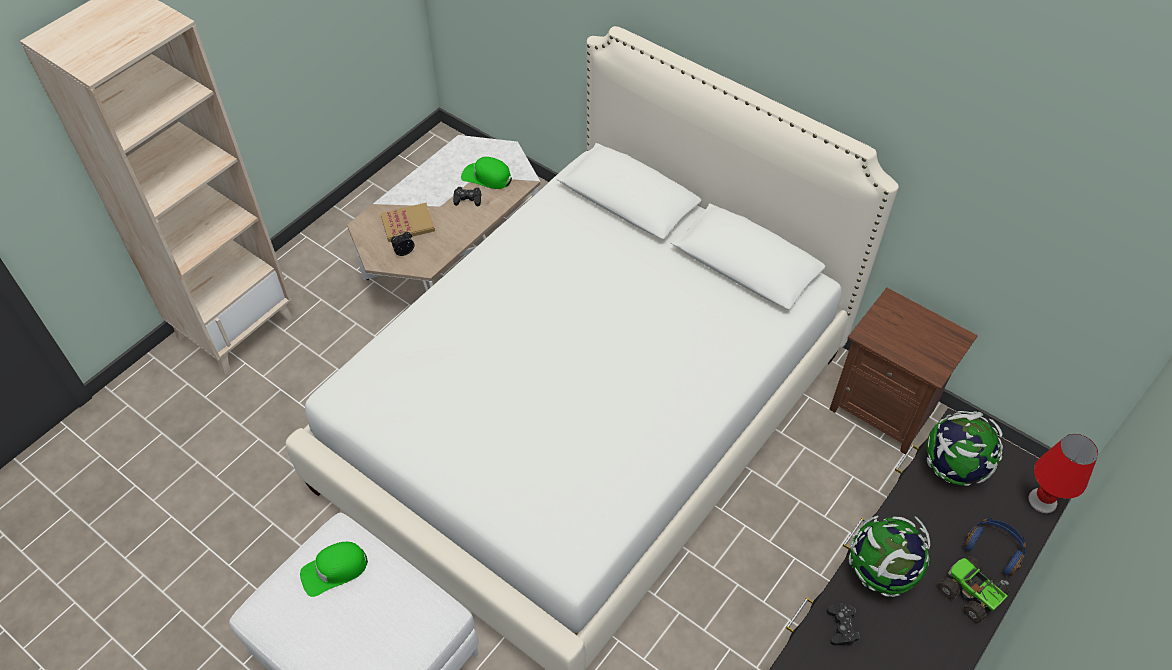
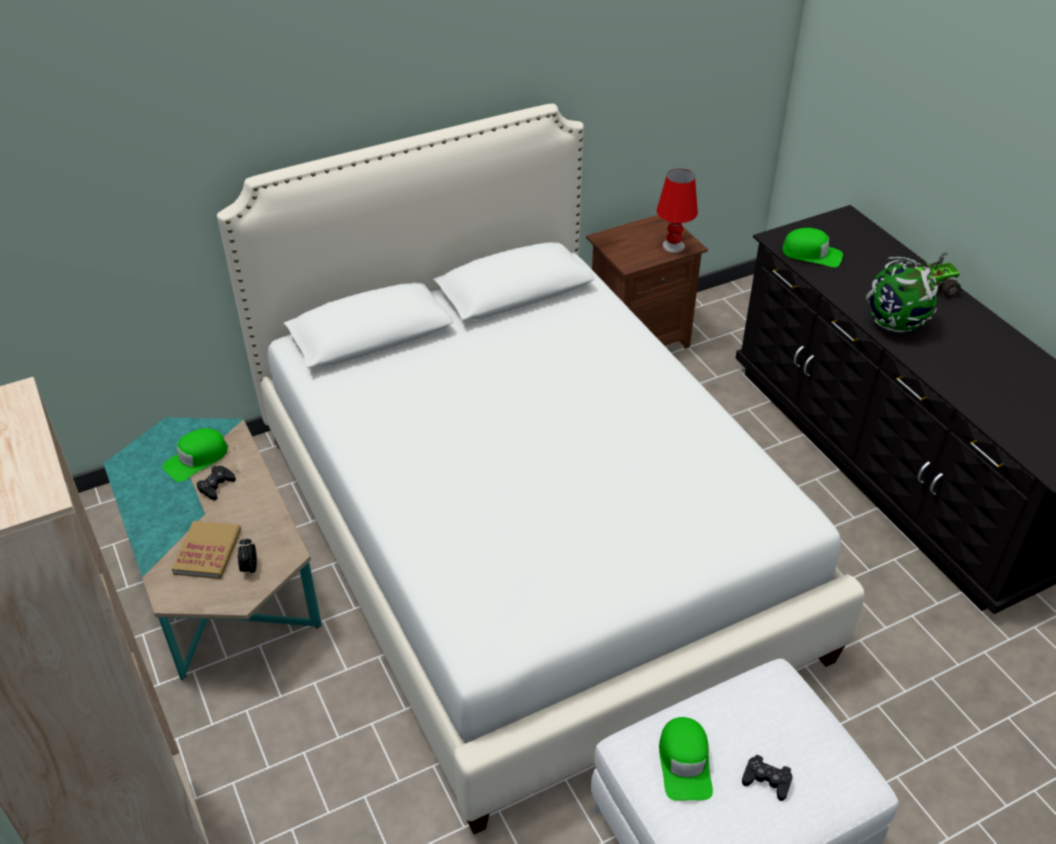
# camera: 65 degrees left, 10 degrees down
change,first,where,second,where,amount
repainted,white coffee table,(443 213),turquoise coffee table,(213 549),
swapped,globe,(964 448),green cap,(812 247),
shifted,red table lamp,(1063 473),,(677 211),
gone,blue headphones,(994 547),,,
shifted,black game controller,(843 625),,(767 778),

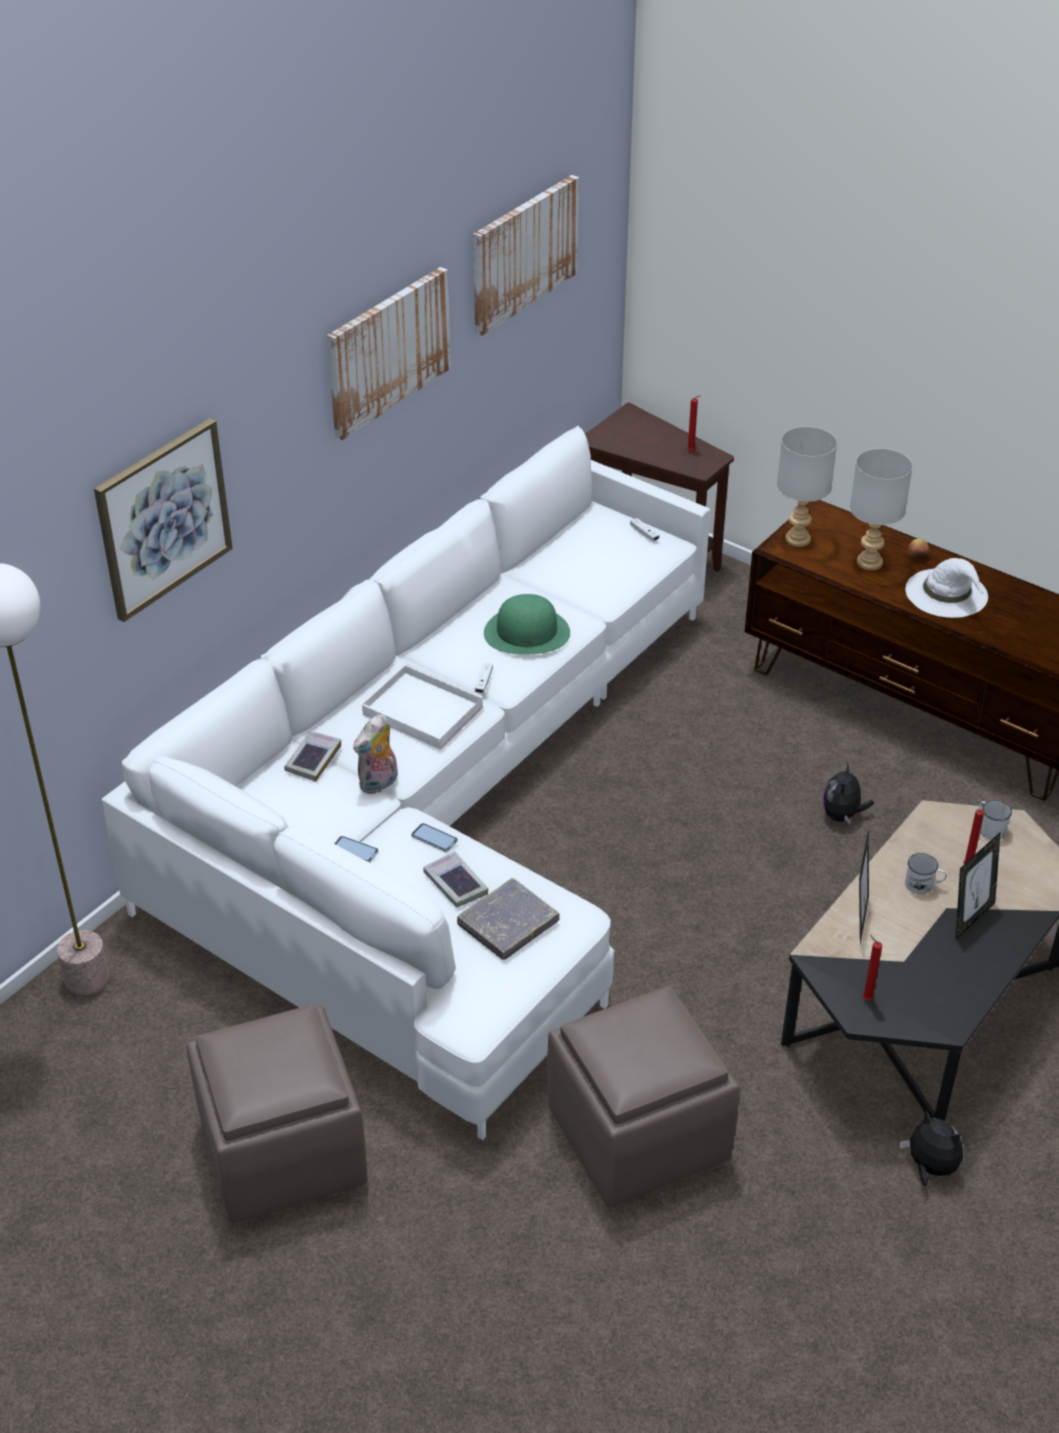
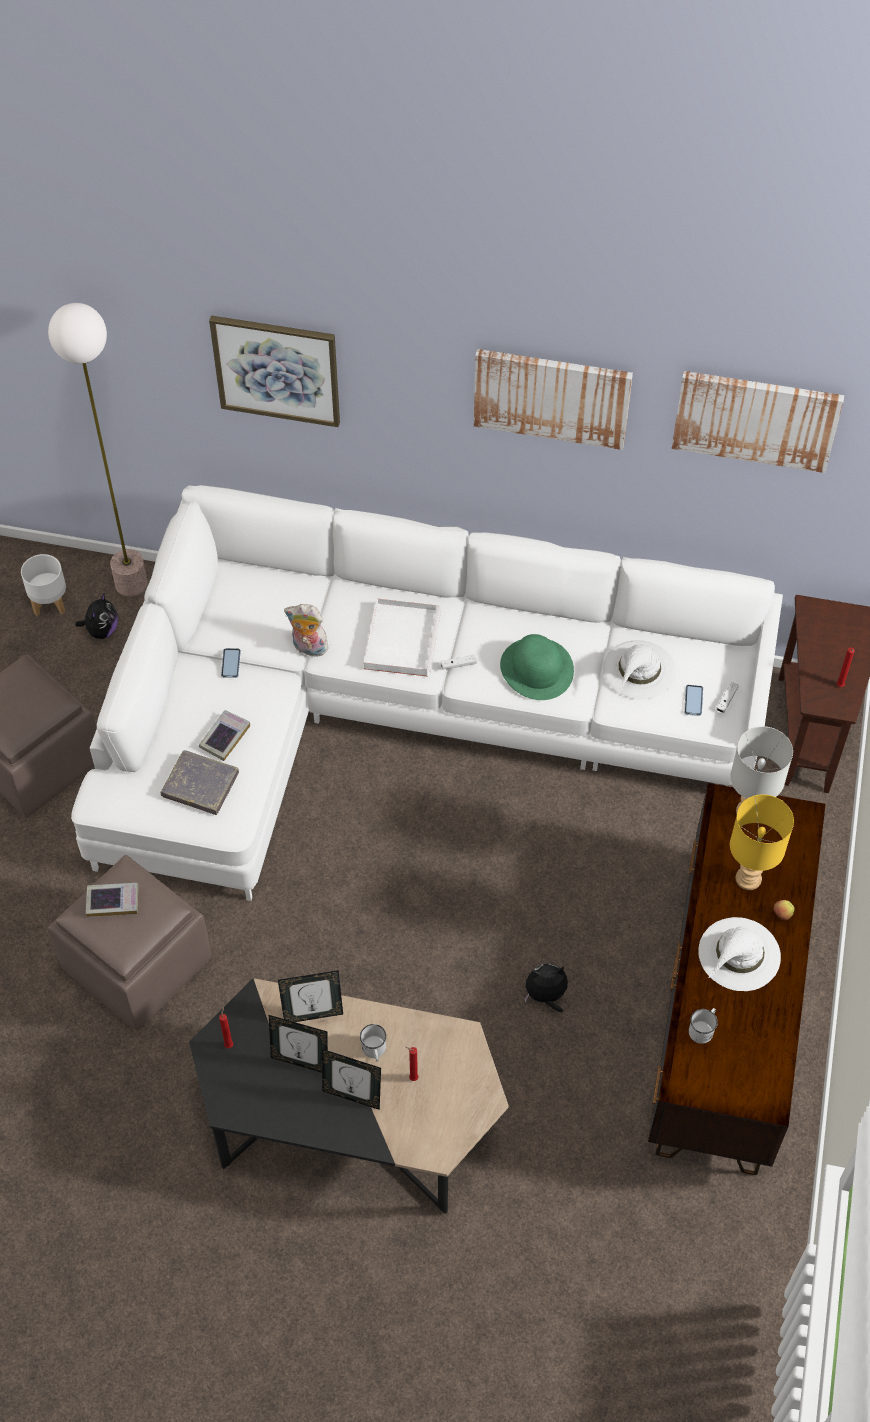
# camera: 65 degrees right, 15 degrees up
change,first,where,second,where,amount
repainted,grey table lamp,(881 509),yellow table lamp,(762 842),
shifted,book,(312 756),,(112 900),
shifted,white mug,(995 820),,(703 1026),
shifted,phone,(434 837),,(693 700),
shifted,plush toy,(931 1148),,(96 616),
new,,,white planter,(43 585),
new,,,white hat,(639 670),
new,,,picture frame,(298 1043),

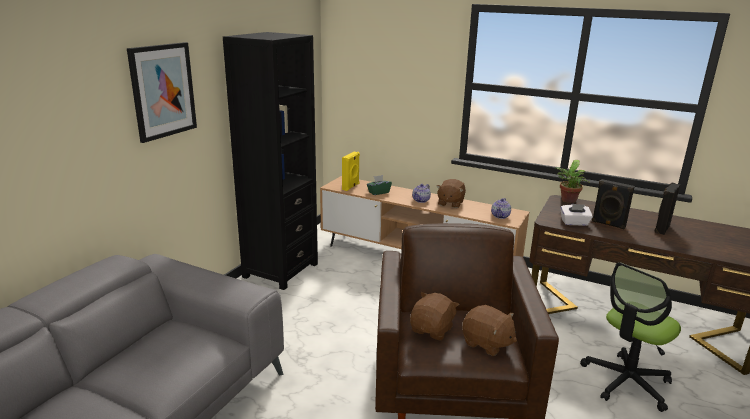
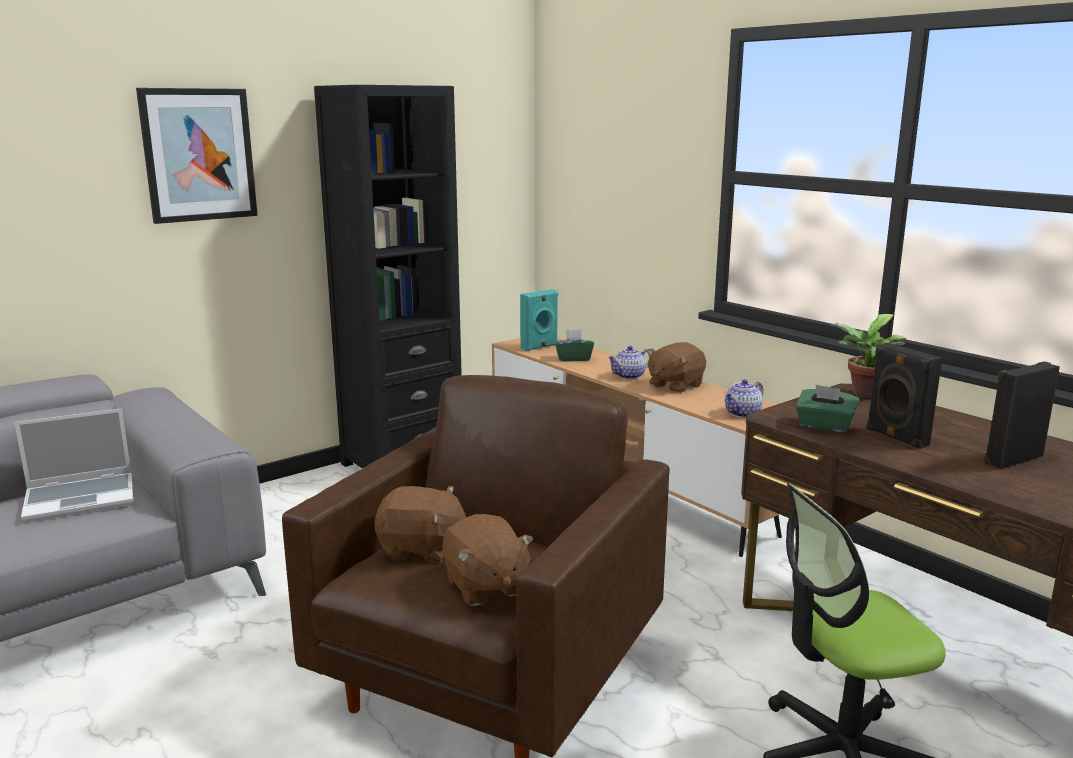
# camera: 25 degrees right, 5 degrees down
change,first,where,second,where,amount
repainted,yellow speaker,(351 171),turquoise speaker,(539 320),
repainted,white tissue box,(577 215),green tissue box,(827 409),
rotated,brown plush toy,(434 316),,(420 524),45 degrees clockwise
new,,,laptop,(73 465),

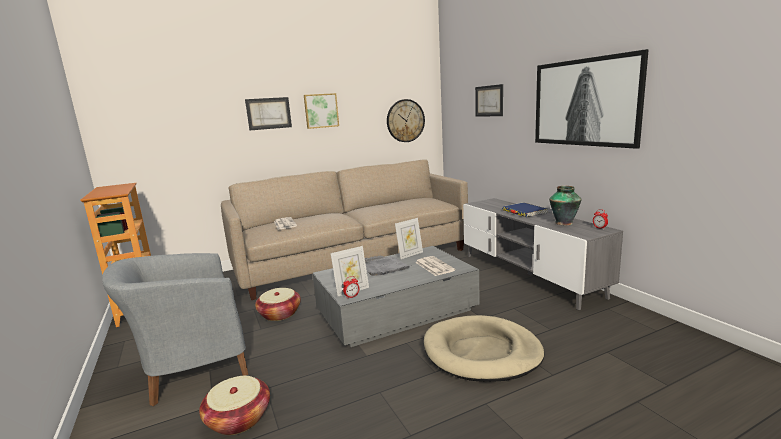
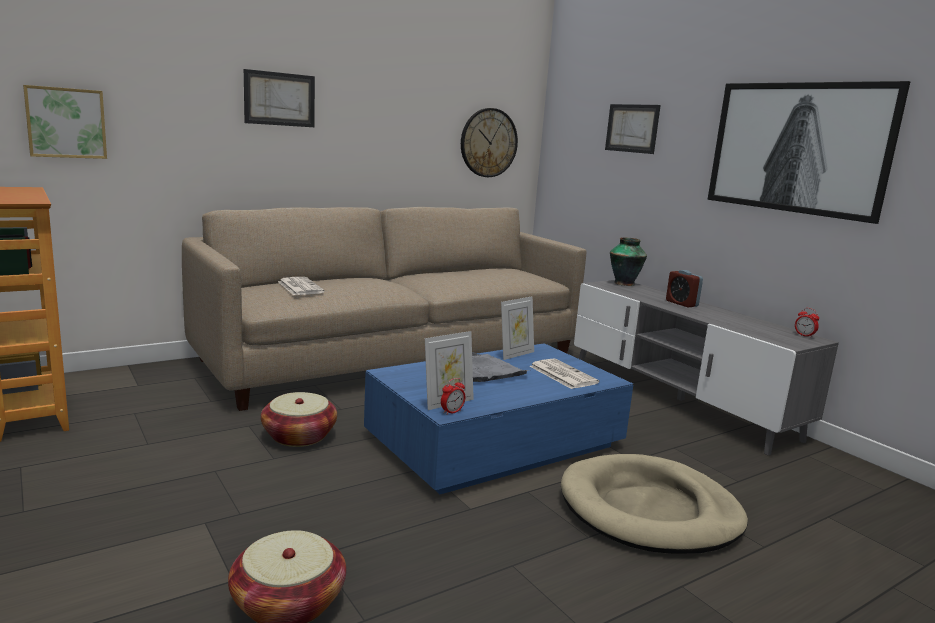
# camera: 10 degrees left, 0 degrees up
change,first,where,second,where,amount
shifted,picture,(321 111),,(65 122),
shifted,vase,(565 205),,(628 261),
swapped,blue book,(524 209),alarm clock,(684 288),
repainted,grey coffee table,(396 296),blue coffee table,(498 418),
gone,grey armchair,(175 329),,,

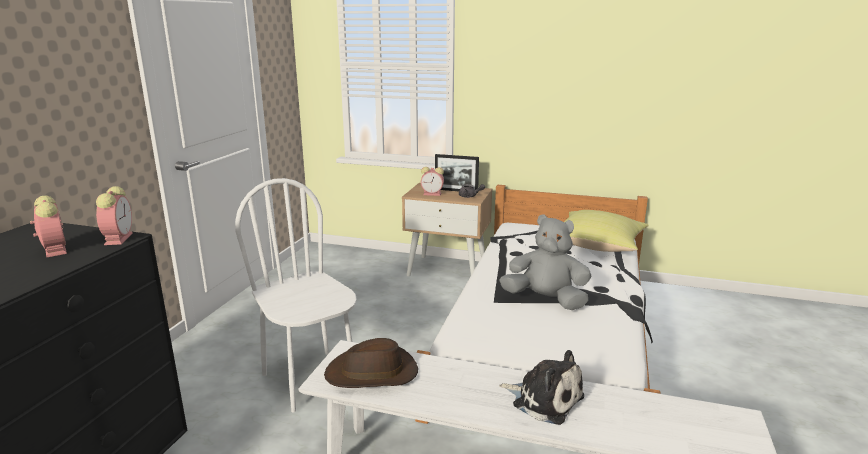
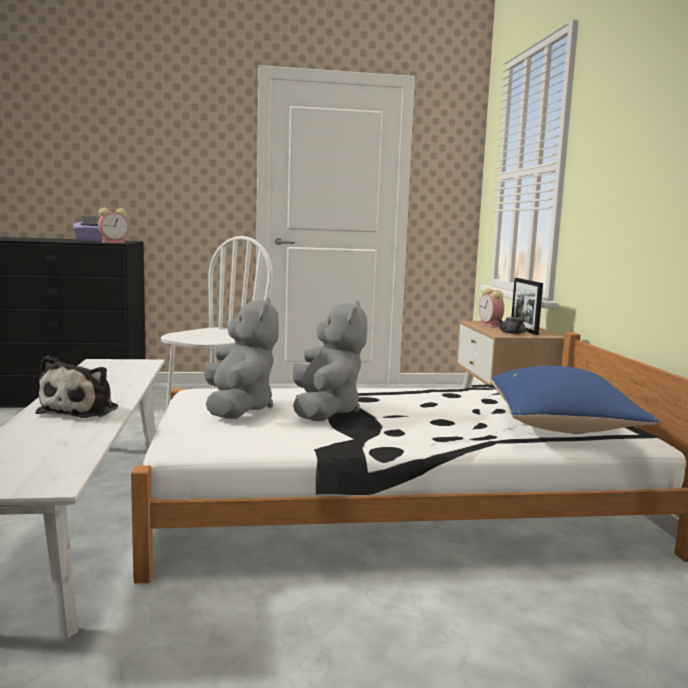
# camera: 65 degrees right, 10 degrees down
change,first,where,second,where,amount
swapped,alarm clock,(48 226),purple tissue box,(88 229),
repainted,yellow pillow,(606 231),blue pillow,(575 399),
gone,brown hat,(371 363),,,
new,,,grey plush toy,(241 358),

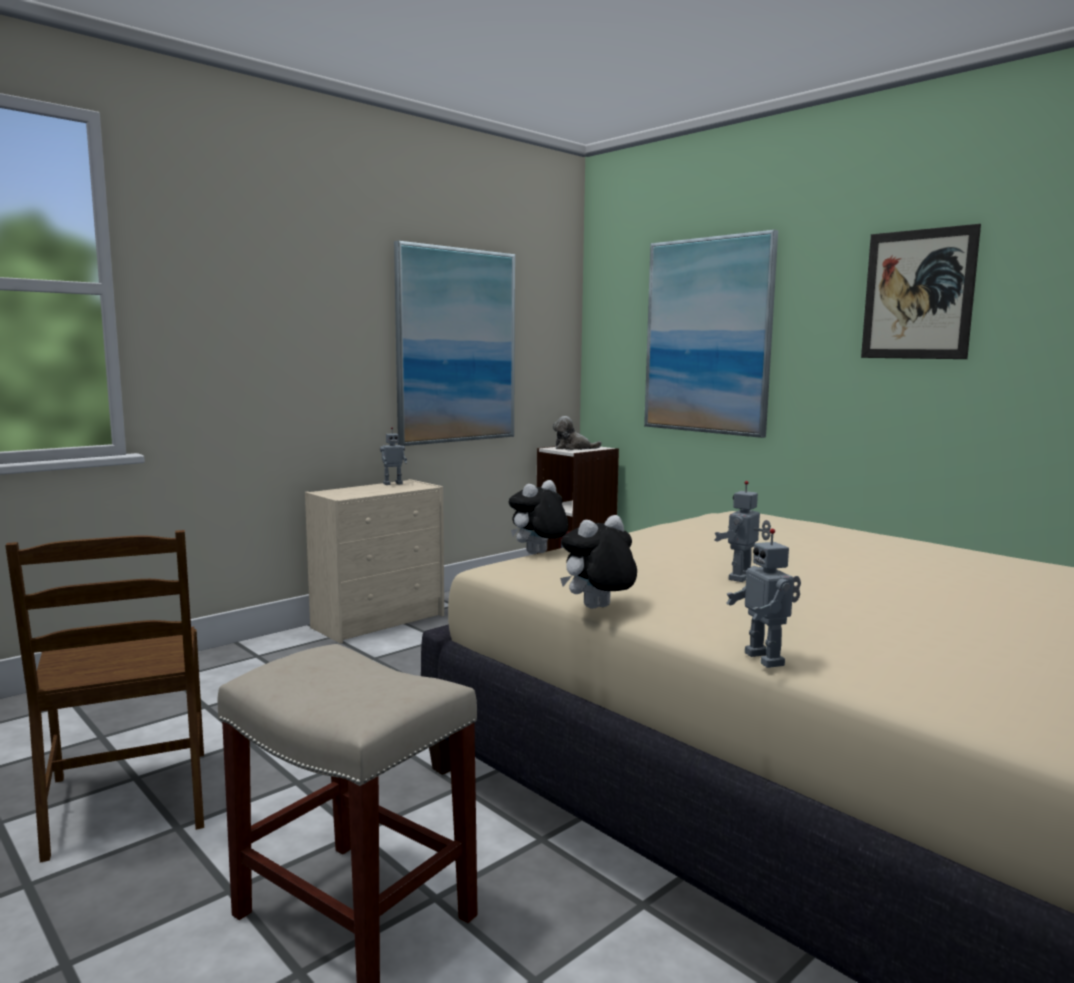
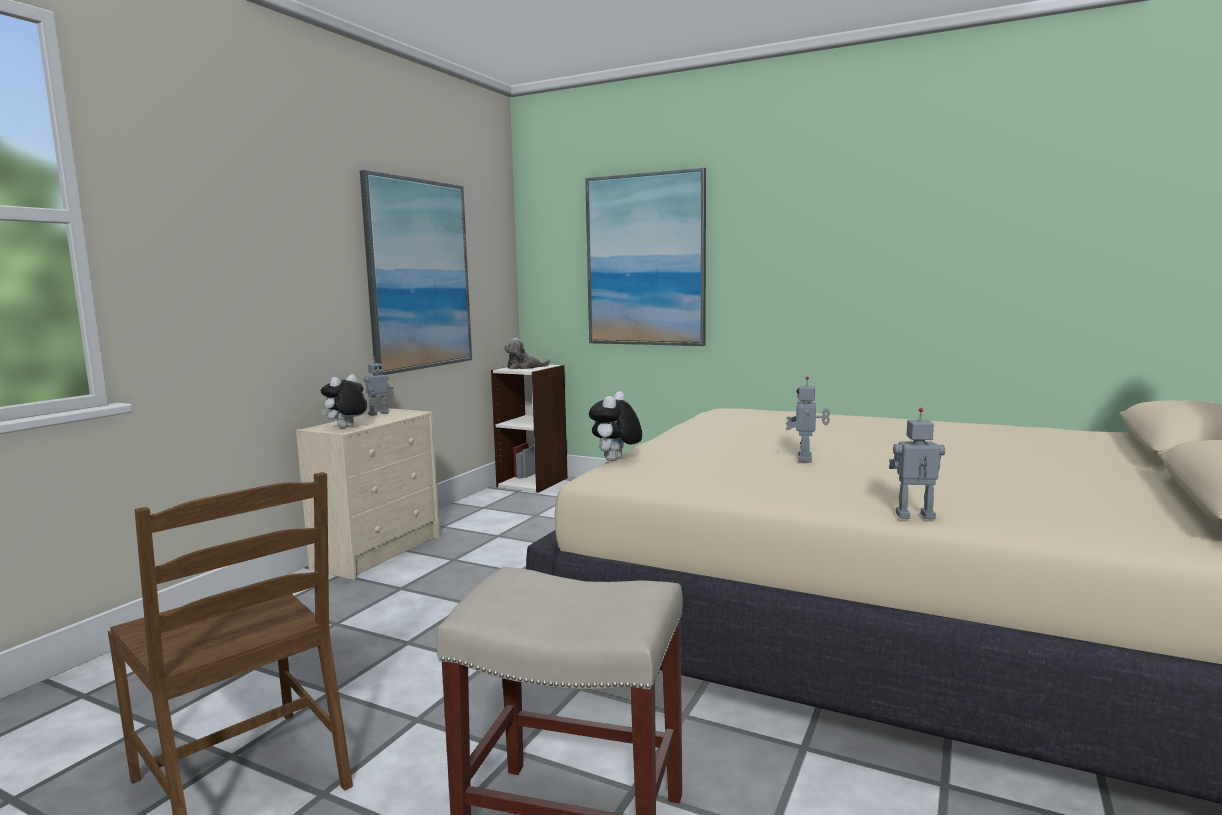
# camera: 20 degrees left, 0 degrees up
change,first,where,second,where,amount
gone,picture,(921 291),,,
shifted,plush toy,(598 562),,(344 401),
rotated,toy robot,(763 598),,(917 463),135 degrees clockwise

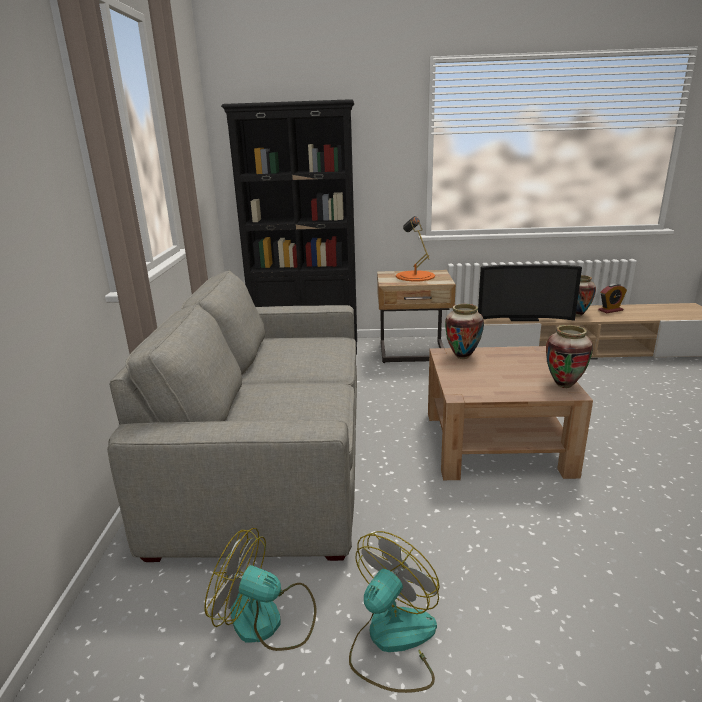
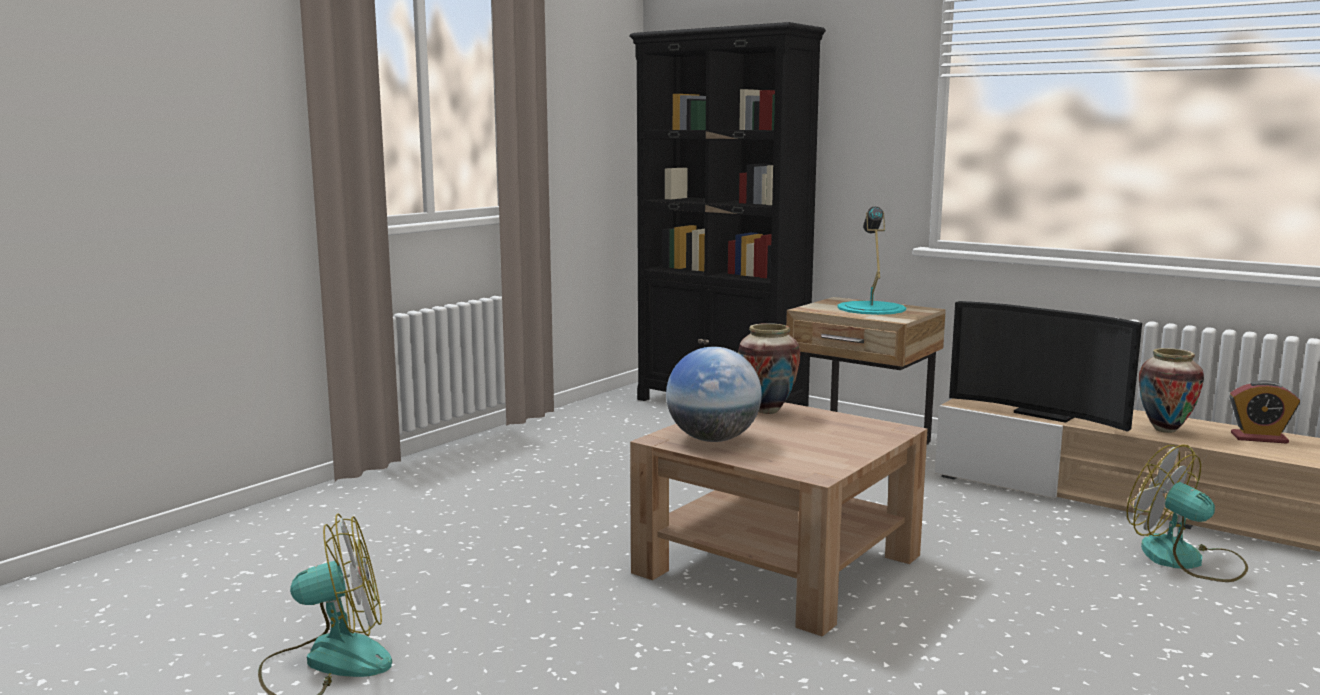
# camera: 35 degrees right, 10 degrees down
change,first,where,second,where,amount
repainted,orange table lamp,(415 248),turquoise table lamp,(871 261),
gone,grey sofa,(232 416),,,
gone,vase,(569 356),,,
shifted,fan,(260 589),,(1187 513),
new,,,globe,(714 394),

